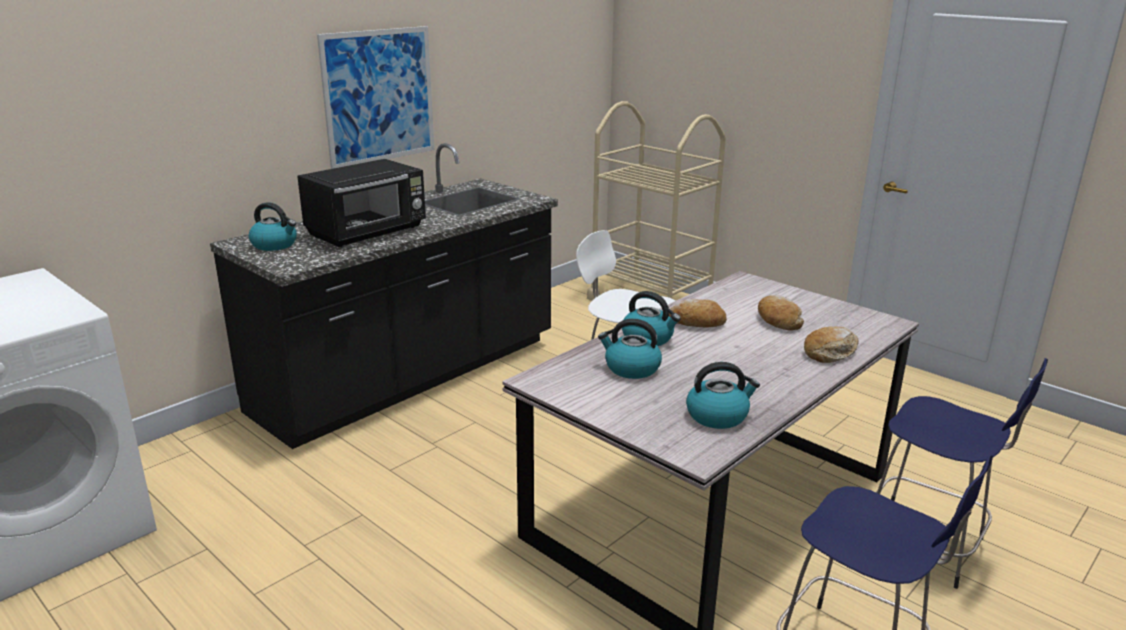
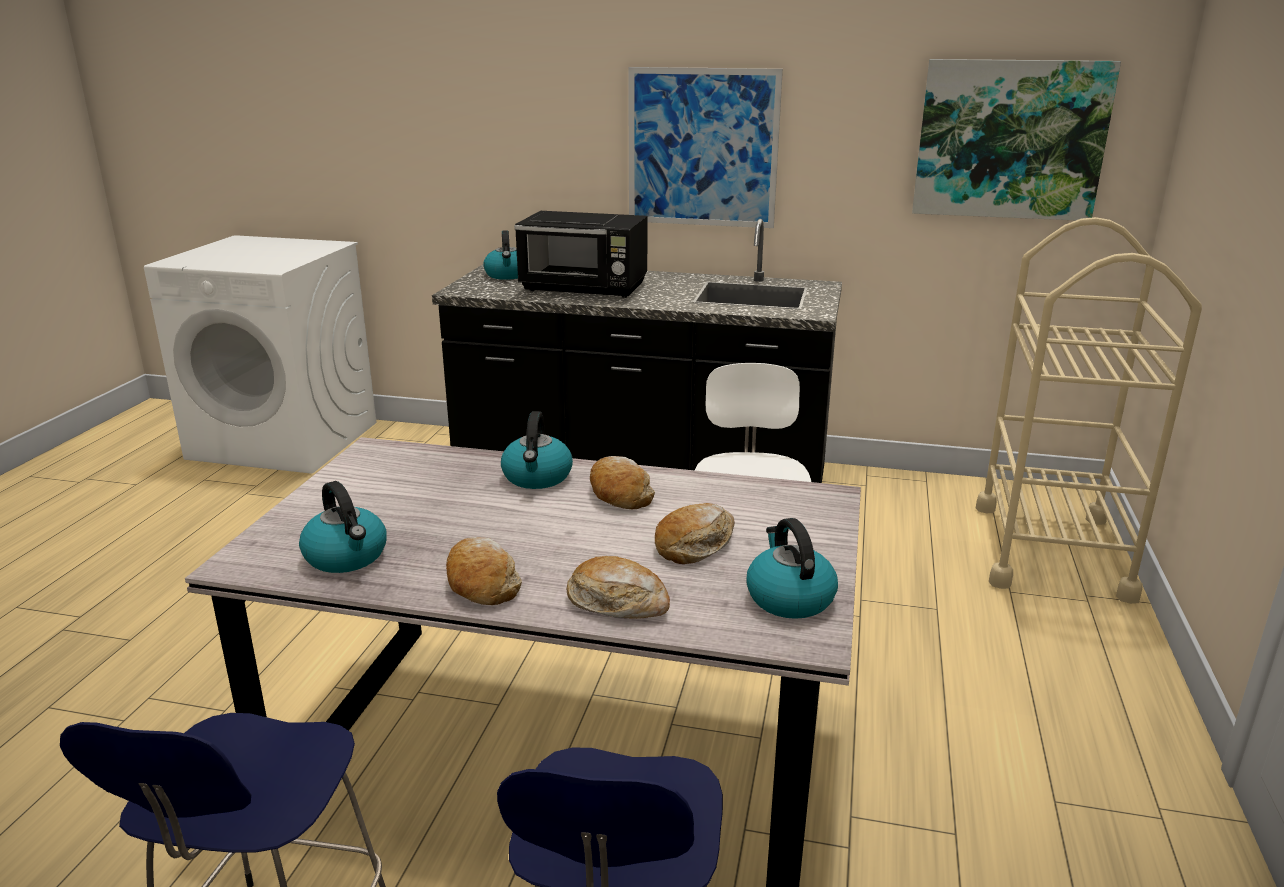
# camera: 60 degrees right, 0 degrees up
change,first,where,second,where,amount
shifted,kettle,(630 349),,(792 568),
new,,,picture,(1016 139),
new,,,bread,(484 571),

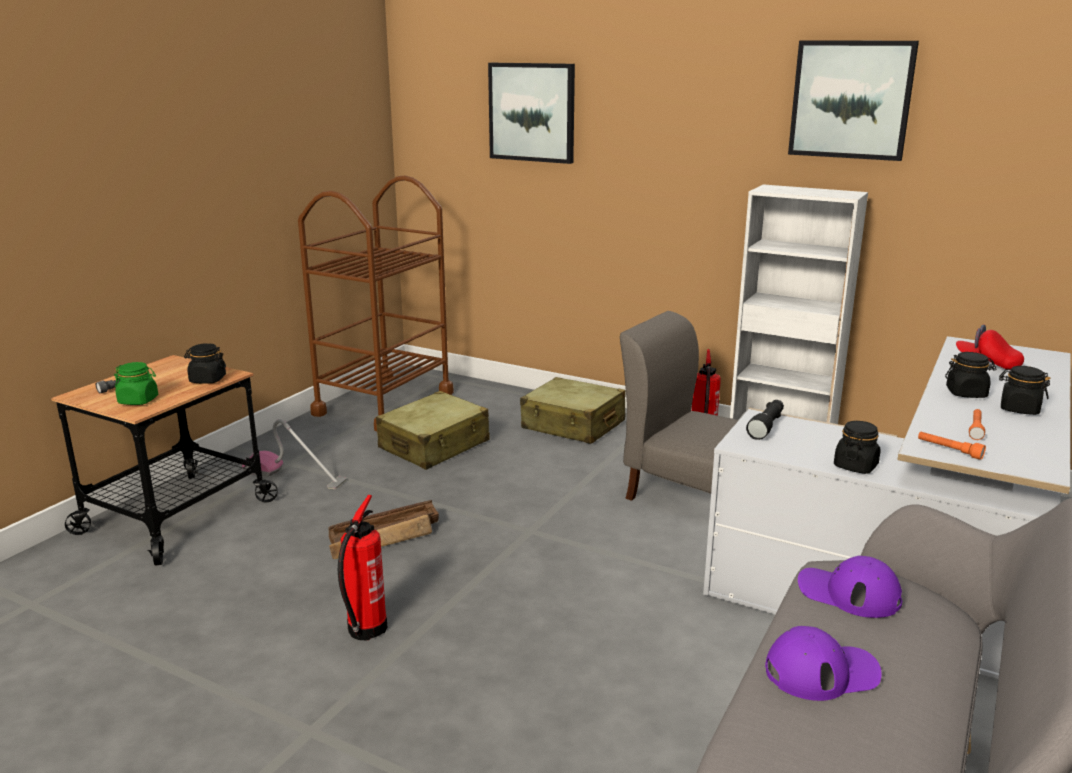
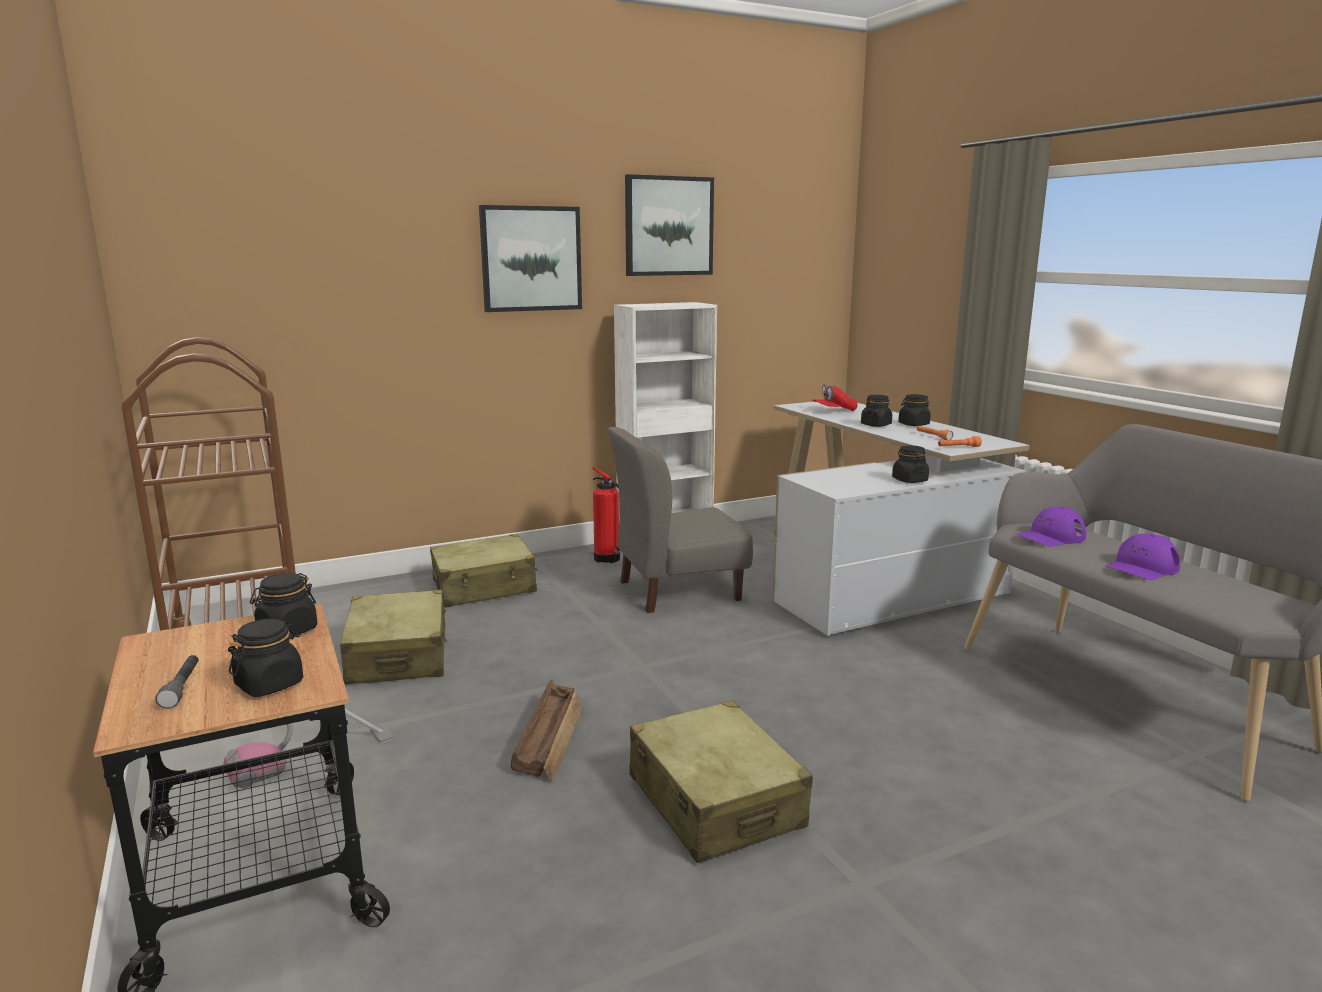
# camera: 55 degrees left, 5 degrees down
change,first,where,second,where,amount
shifted,picture,(531 113),,(530 258),
repainted,green jar,(136 383),black jar,(265 658),
gone,black flashlight,(765 420),,,
swapped,fire extinguisher,(362 567),beige suitcase,(721 781),
rotated,purple cap,(823 663),,(1142 556),150 degrees counterclockwise

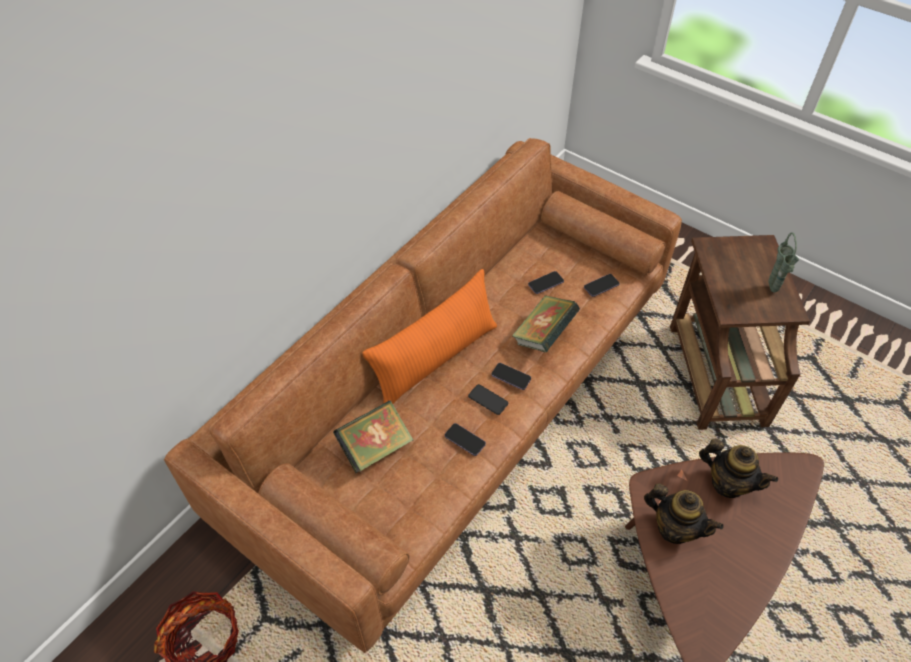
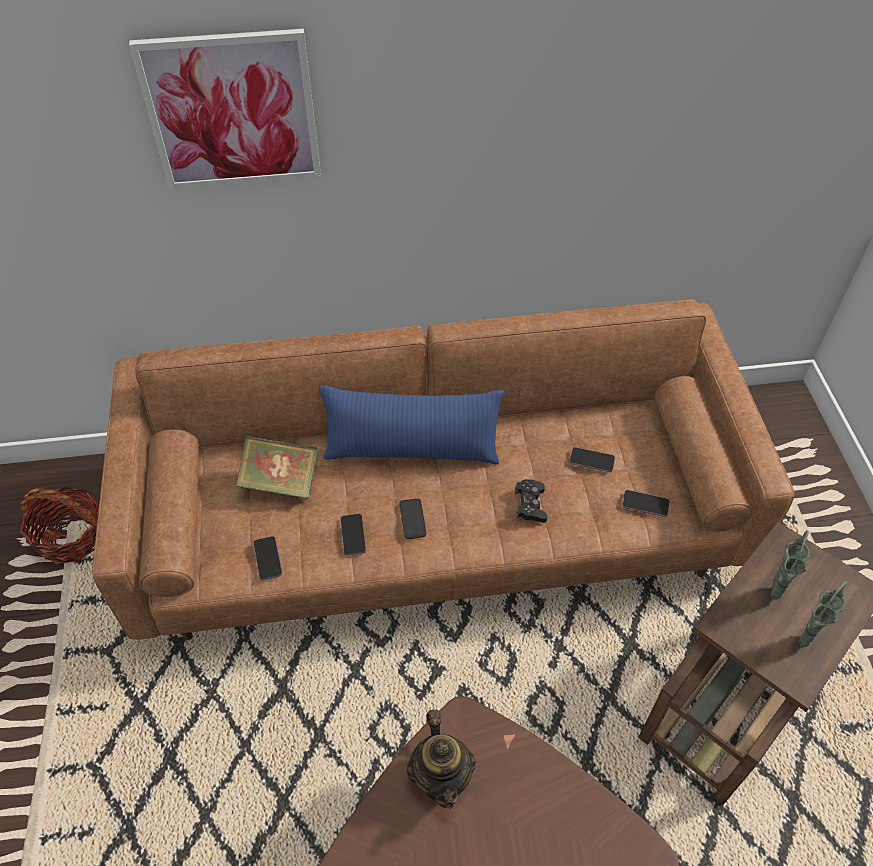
# camera: 45 degrees right, 0 degrees up
change,first,where,second,where,amount
repainted,orange pillow,(430 336),blue pillow,(412 424),
swapped,book,(546 323),black game controller,(531 501),
shifted,phone,(511 376),,(267 558),
gone,teapot,(738 468),,,
new,,,picture,(225 109),
new,,,green vase,(790 565),

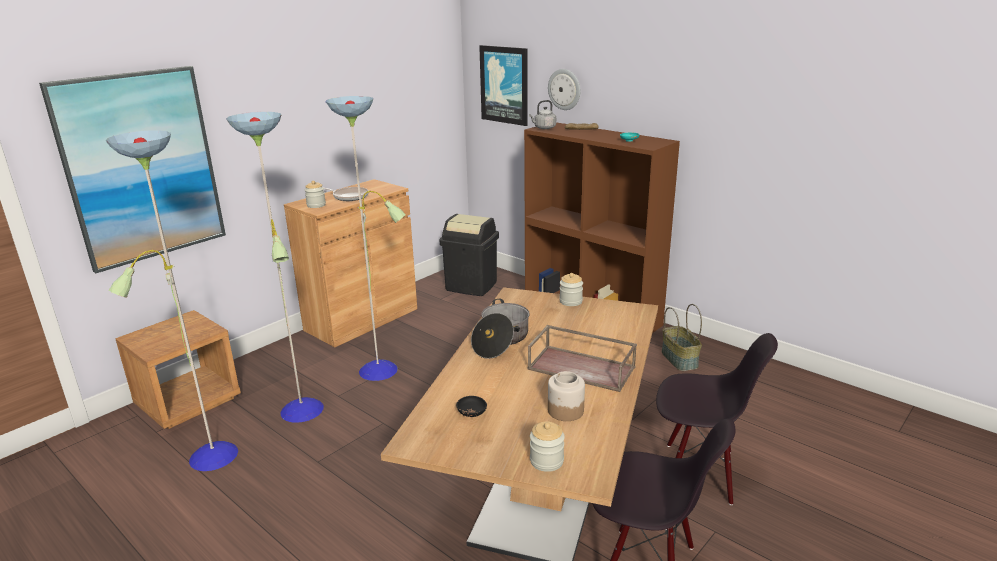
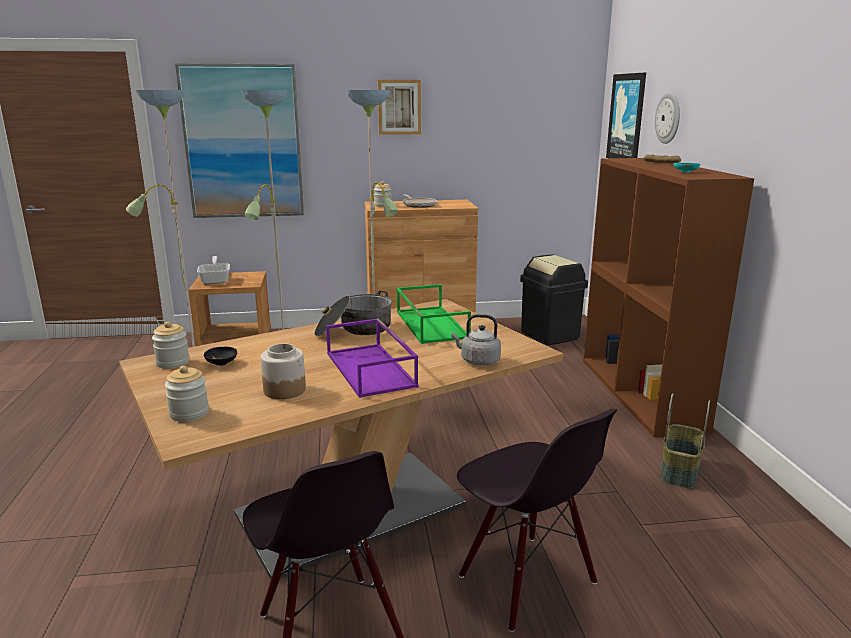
# camera: 40 degrees right, 5 degrees down
change,first,where,second,where,amount
shifted,grey kettle,(542 114),,(476 340),
shifted,jar,(571 289),,(171 345),
repainted,brown tray,(582 358),purple tray,(372 358),
new,,,picture,(399 107),
new,,,frying pan,(213 270),
new,,,green tray,(434 314),

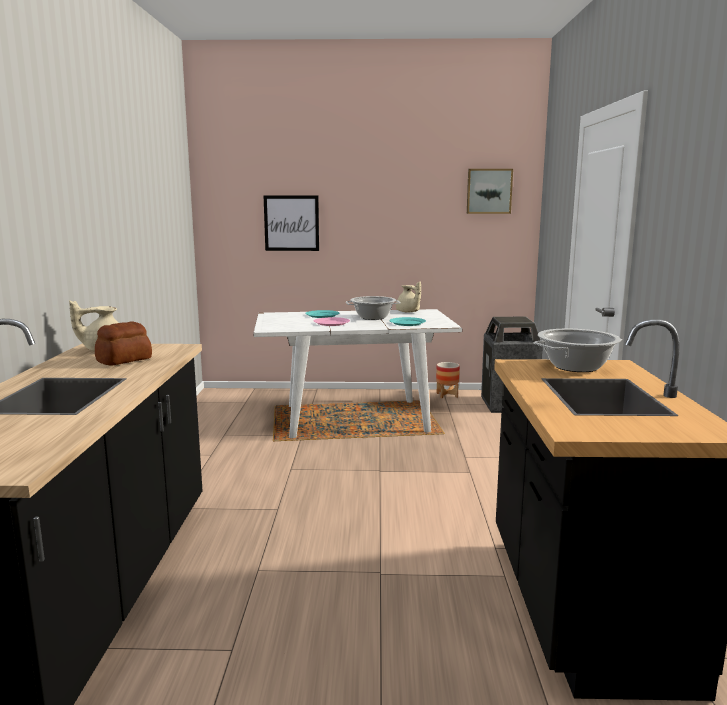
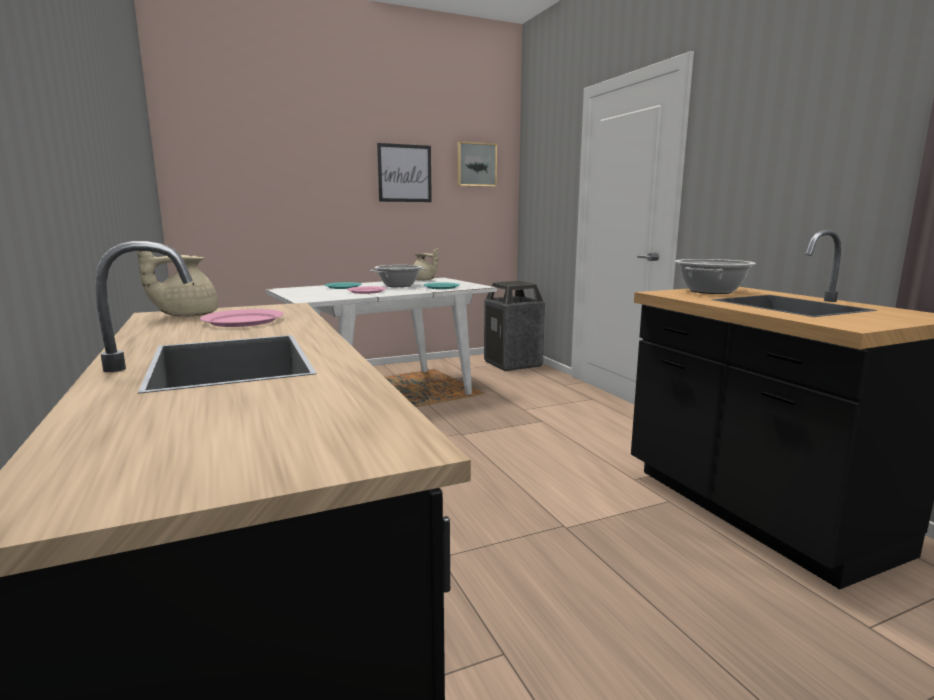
# camera: 25 degrees left, 0 degrees up
change,first,where,second,where,amount
shifted,picture,(291 223),,(404 172),
swapped,bread,(123 344),pink plate,(242 318),
gone,planter,(448 380),,,

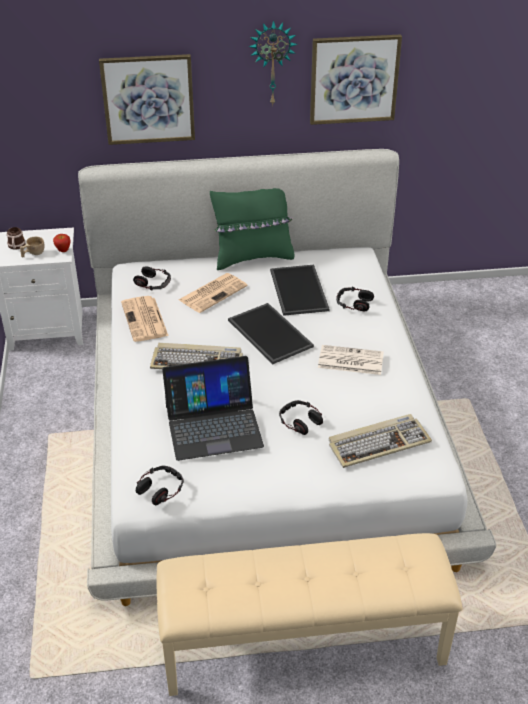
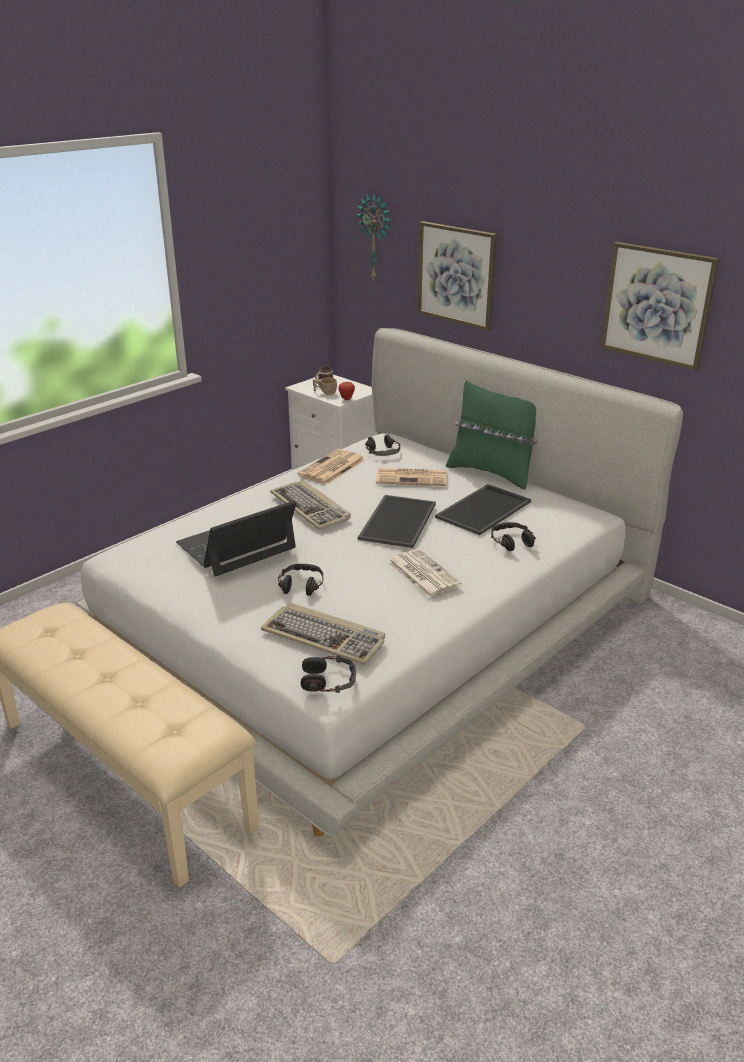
# camera: 50 degrees right, 10 degrees down
change,first,where,second,where,amount
shifted,wall clock,(273 63),,(374 237),
rotated,laptop,(213 408),,(236 539),105 degrees clockwise
shifted,headphones,(160 485),,(328 674),

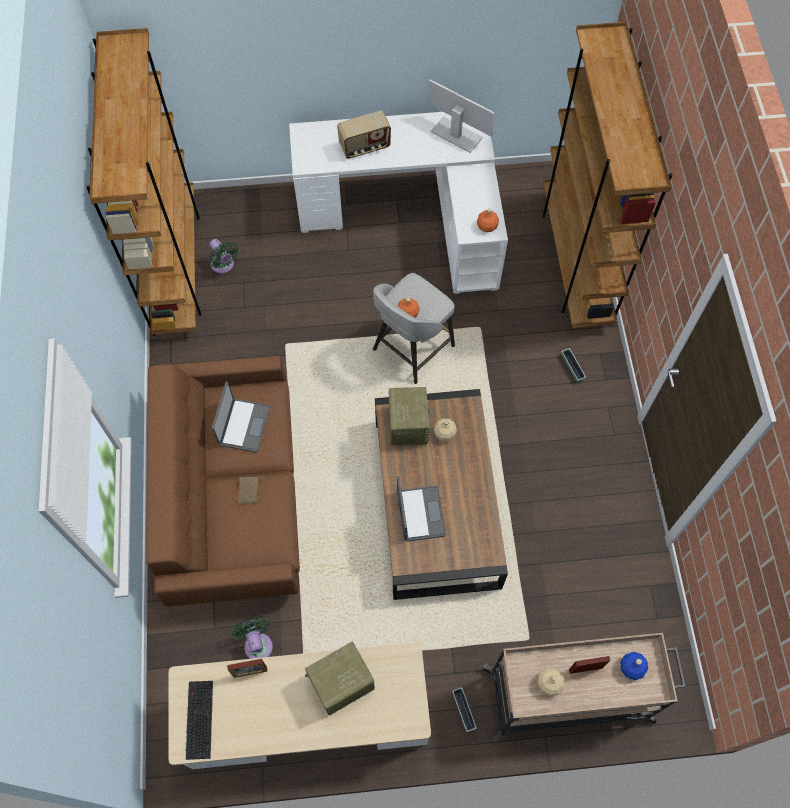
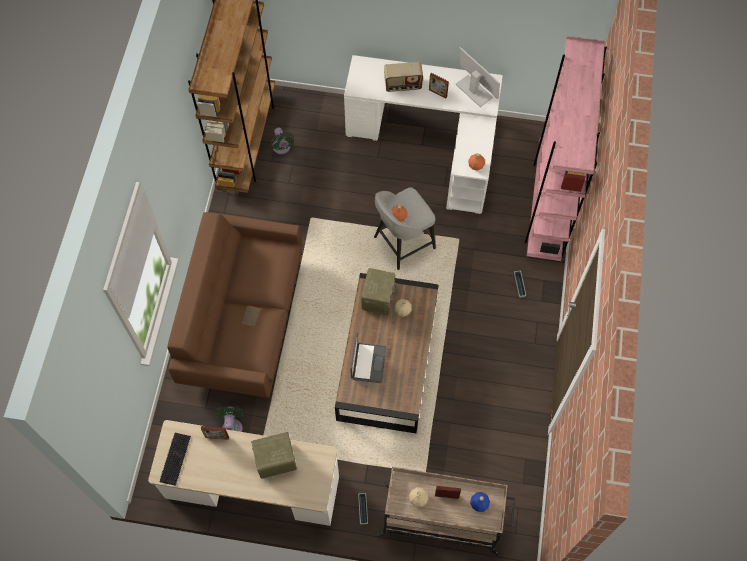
# camera: 15 degrees right, 0 degrees up
change,first,where,second,where,amount
repainted,brown bookcase,(608 175),pink bookcase,(566 148),
gone,laptop,(241 417),,,
new,,,picture frame,(439 86),

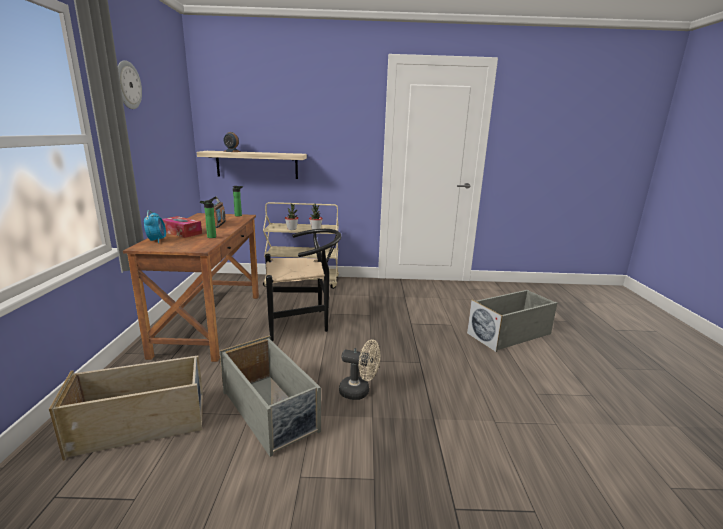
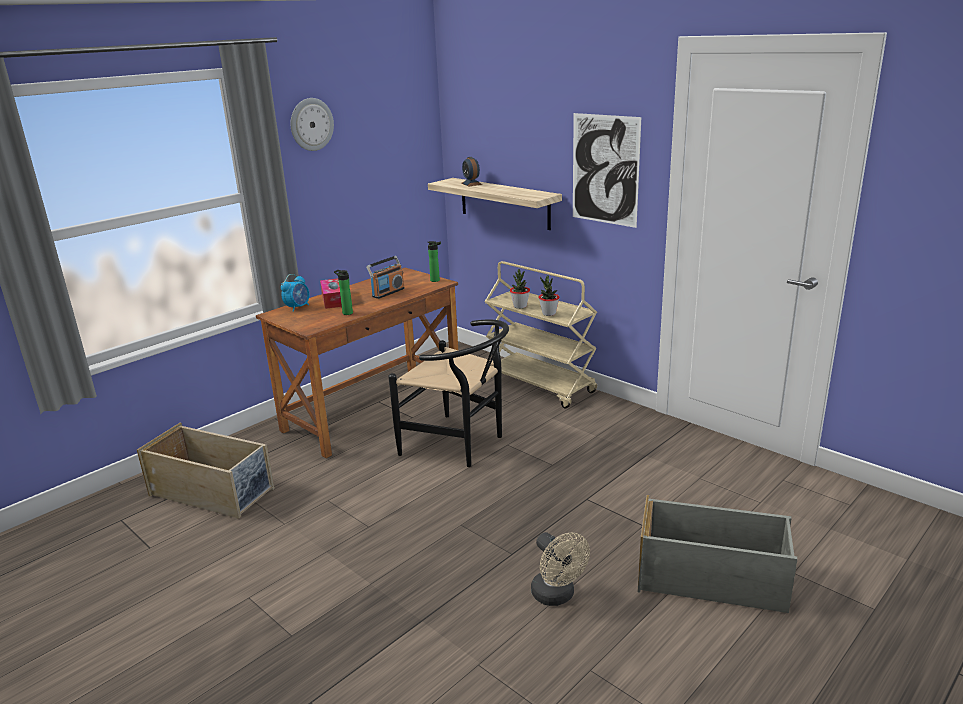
# camera: 45 degrees right, 5 degrees up
change,first,where,second,where,amount
gone,grey storage box,(270 396),,,
shifted,beige fan,(359 370),,(560 569),
new,,,picture,(607 170),

